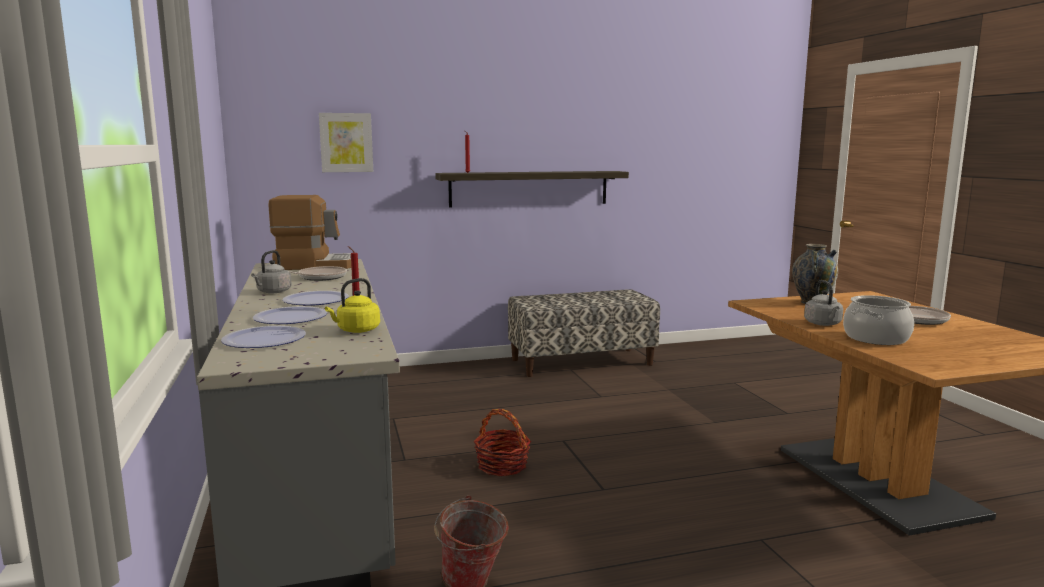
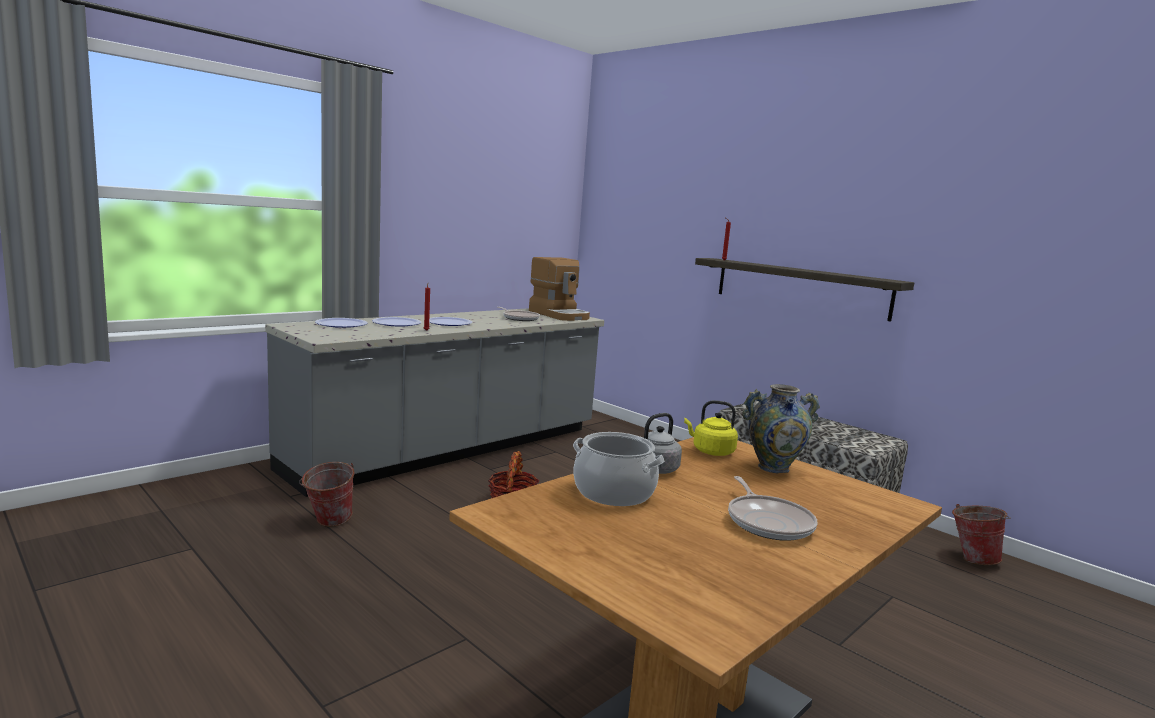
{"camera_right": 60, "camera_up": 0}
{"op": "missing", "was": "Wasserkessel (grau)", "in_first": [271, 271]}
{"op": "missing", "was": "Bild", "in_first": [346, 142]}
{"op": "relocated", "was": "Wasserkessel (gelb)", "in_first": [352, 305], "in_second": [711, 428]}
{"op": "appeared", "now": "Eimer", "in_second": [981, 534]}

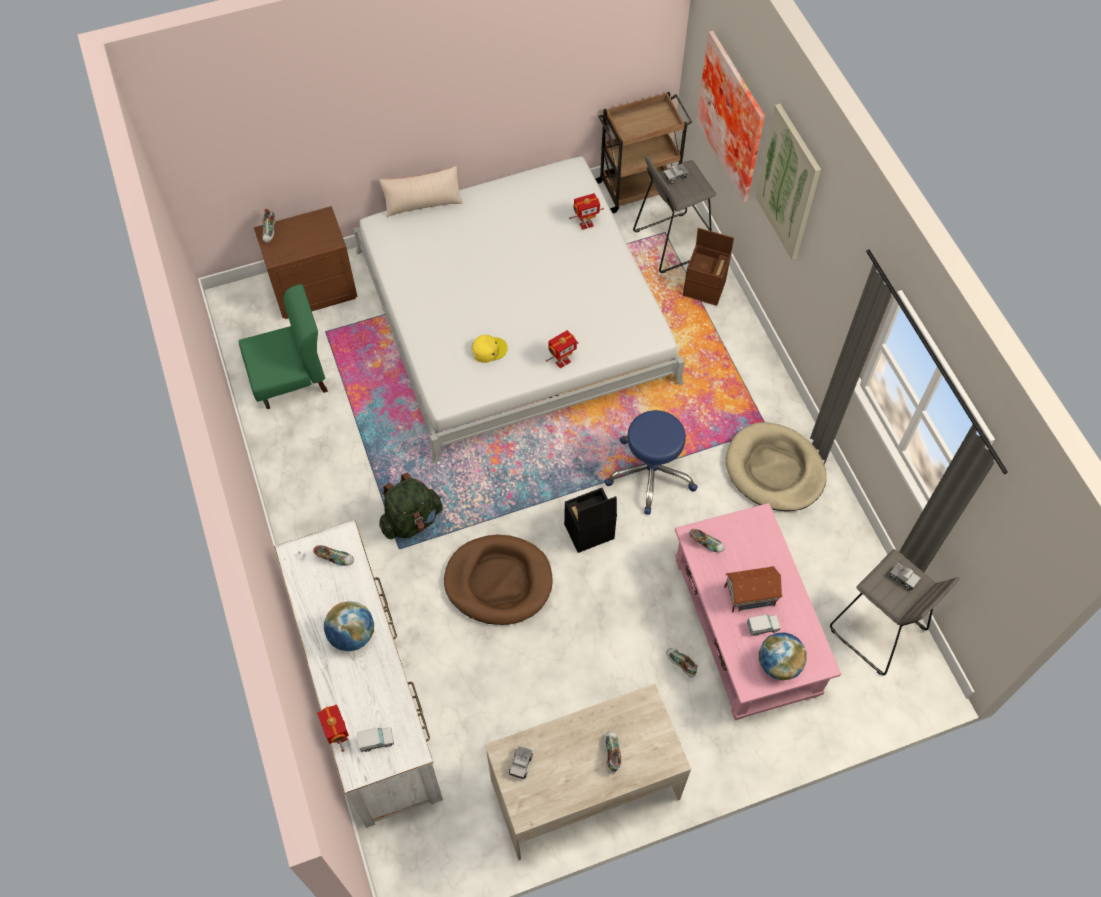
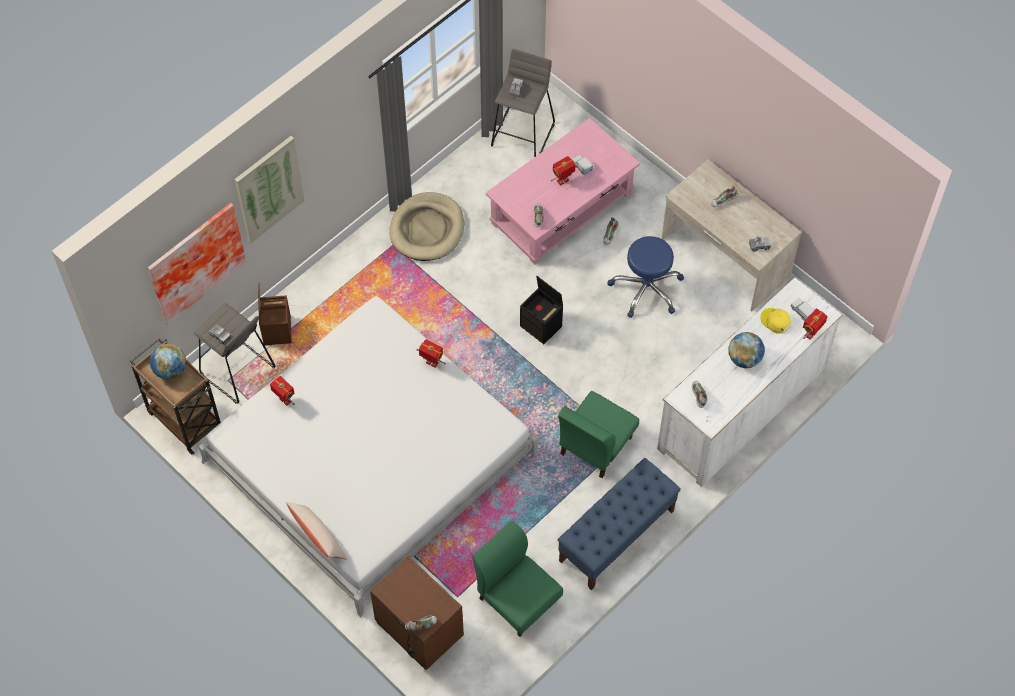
{"camera_right": -115, "camera_up": 0}
{"op": "exchanged", "was": "Rucksack (grün)", "now": "Stuhl (grün)", "in_first": [411, 505], "in_second": [598, 434]}
{"op": "missing", "was": "Hundebett (braun)", "in_first": [498, 580]}
{"op": "relocated", "was": "Kappe (gelb)", "in_first": [490, 349], "in_second": [776, 321]}
{"op": "relocated", "was": "Hocker (blau)", "in_first": [651, 462], "in_second": [645, 277]}
{"op": "exchanged", "was": "Spielzeughaus", "now": "Spielzeugroboter", "in_first": [753, 589], "in_second": [564, 170]}
{"op": "relocated", "was": "Globus", "in_first": [783, 656], "in_second": [168, 362]}
{"op": "appeared", "now": "Bank (blau)", "in_second": [619, 524]}

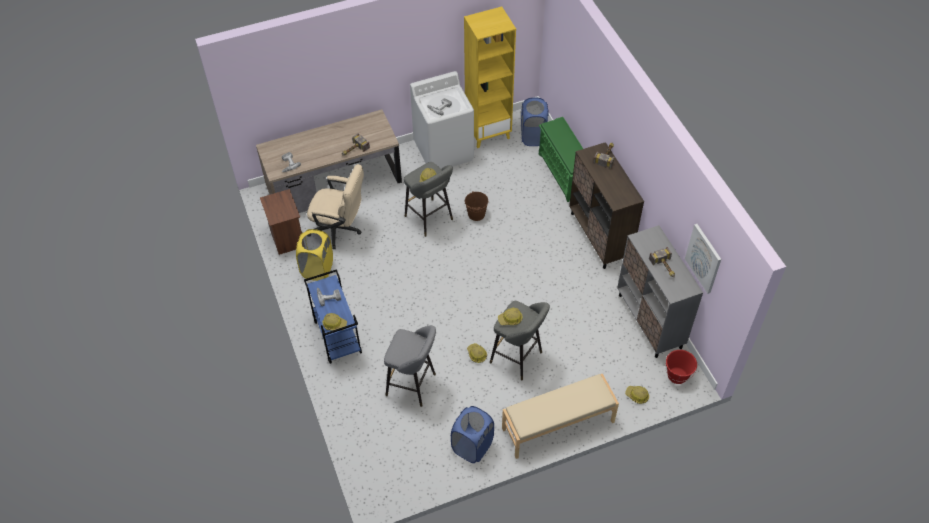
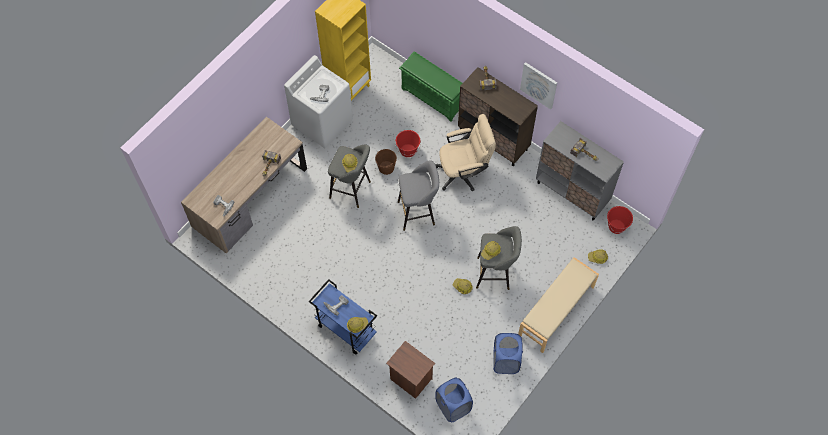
{"camera_right": -30, "camera_up": 10}
{"op": "relocated", "was": "Nachttisch (braun)", "in_first": [281, 222], "in_second": [410, 370]}
{"op": "missing", "was": "Wäschekorb (gelb)", "in_first": [314, 255]}
{"op": "relocated", "was": "Bürostuhl (beige)", "in_first": [335, 206], "in_second": [466, 152]}
{"op": "relocated", "was": "Hocker (grau)", "in_first": [410, 366], "in_second": [418, 196]}
{"op": "relocated", "was": "Wäschekorb (blau)", "in_first": [535, 122], "in_second": [454, 399]}
{"op": "relocated", "was": "Bild", "in_first": [703, 259], "in_second": [538, 86]}
{"op": "appeared", "now": "Eimer (rot)", "in_second": [408, 143]}

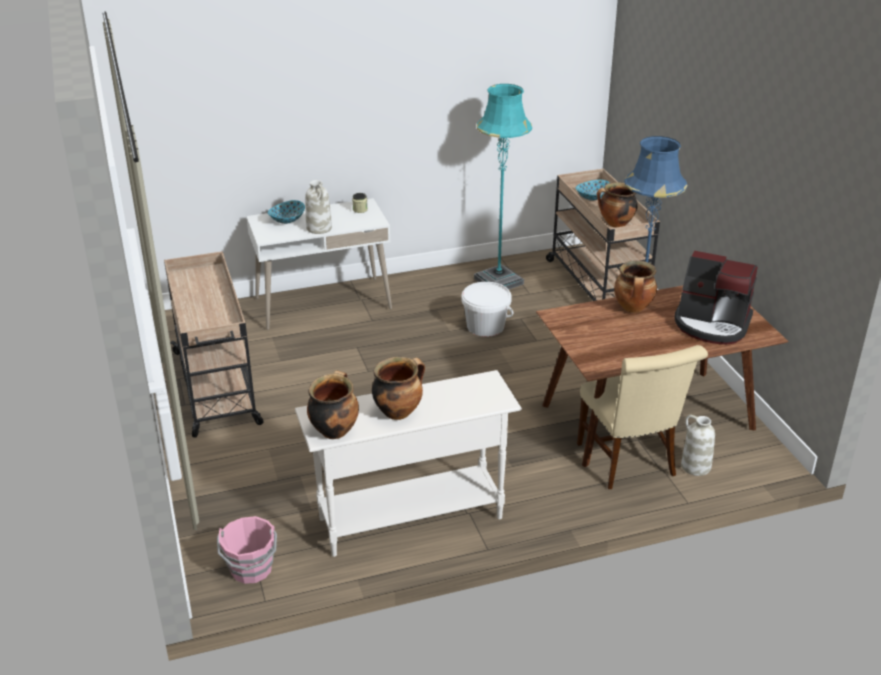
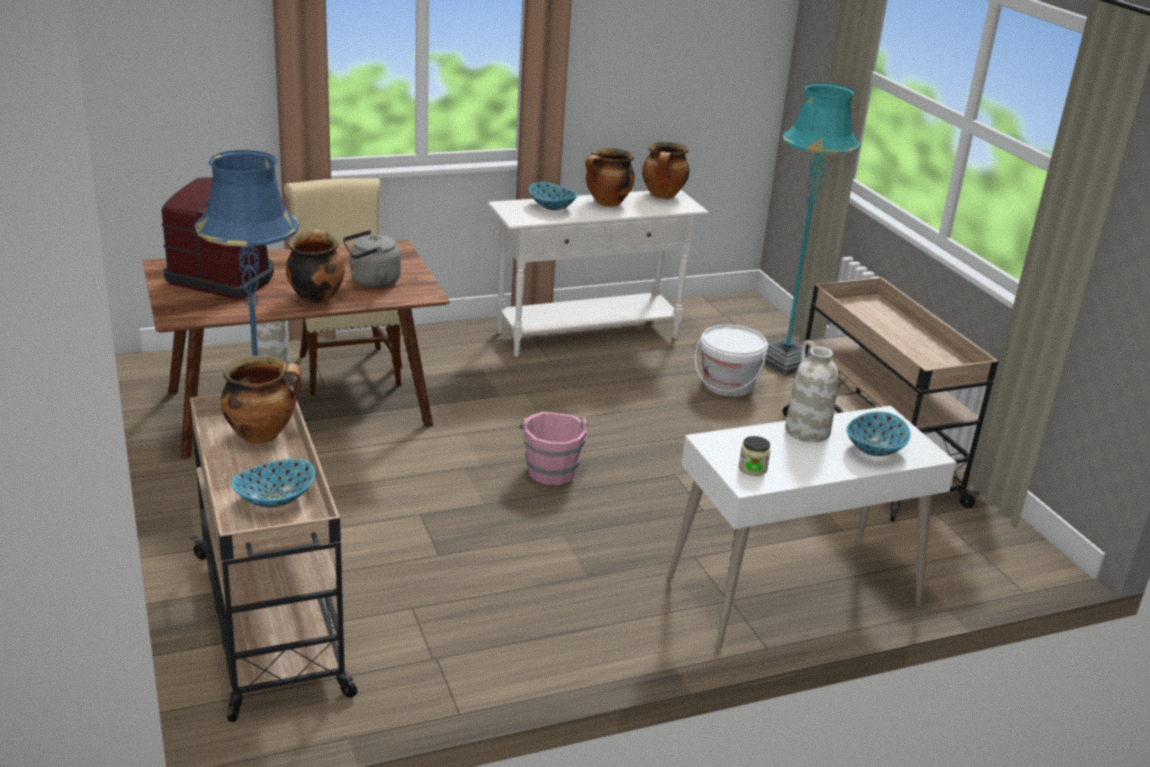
{"camera_right": 175, "camera_up": -5}
{"op": "relocated", "was": "Eimer (rosa)", "in_first": [247, 550], "in_second": [554, 448]}
{"op": "relocated", "was": "Eimer (weiß)", "in_first": [487, 309], "in_second": [731, 361]}
{"op": "relocated", "was": "Stehlampe (türkis)", "in_first": [503, 187], "in_second": [810, 229]}
{"op": "appeared", "now": "Wasserkessel (grau)", "in_second": [372, 259]}
{"op": "appeared", "now": "Schüssel", "in_second": [553, 196]}

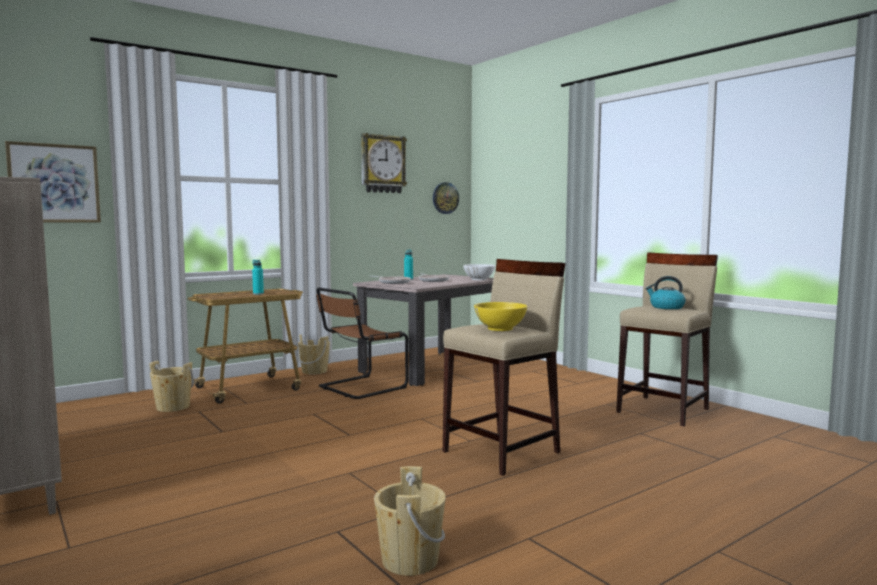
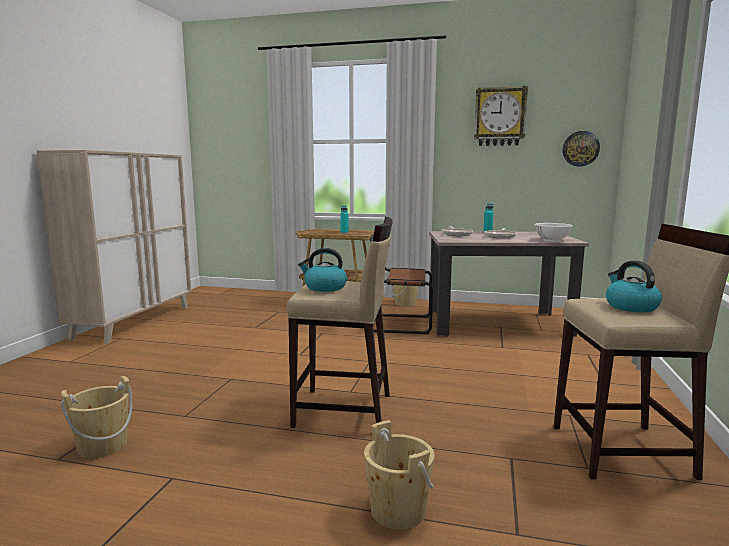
{"camera_right": 50, "camera_up": 5}
{"op": "missing", "was": "Bild", "in_first": [53, 182]}
{"op": "relocated", "was": "Eimer (beige)", "in_first": [172, 386], "in_second": [399, 475]}
{"op": "exchanged", "was": "Schüssel (gelb)", "now": "Wasserkessel", "in_first": [500, 316], "in_second": [322, 270]}

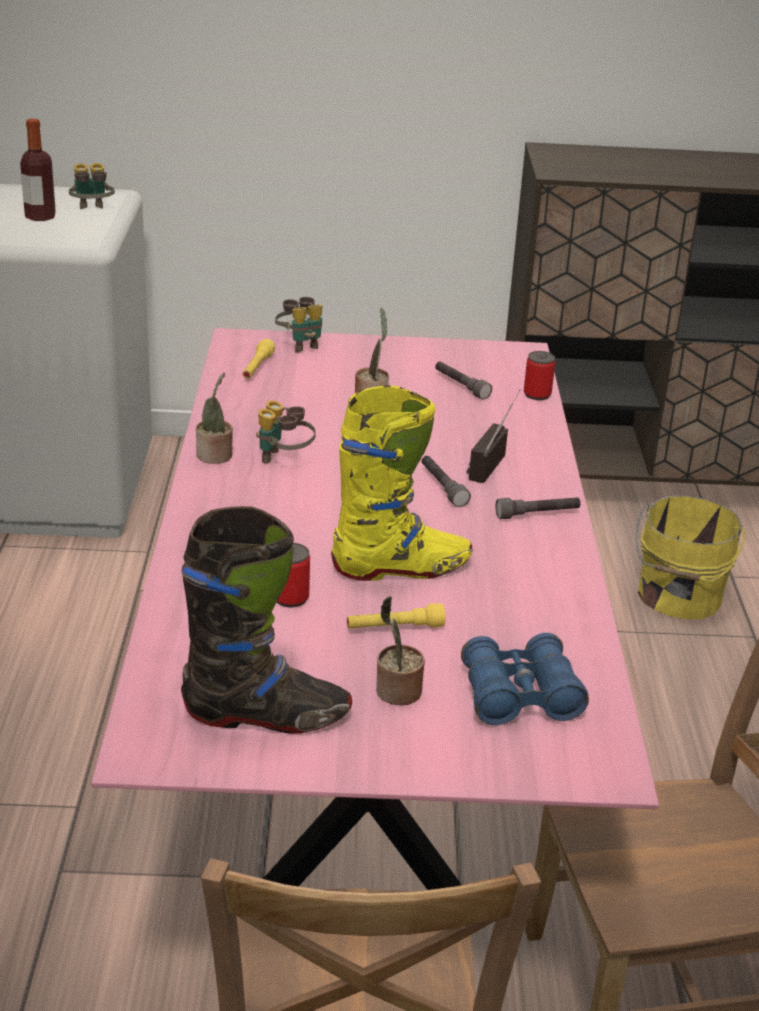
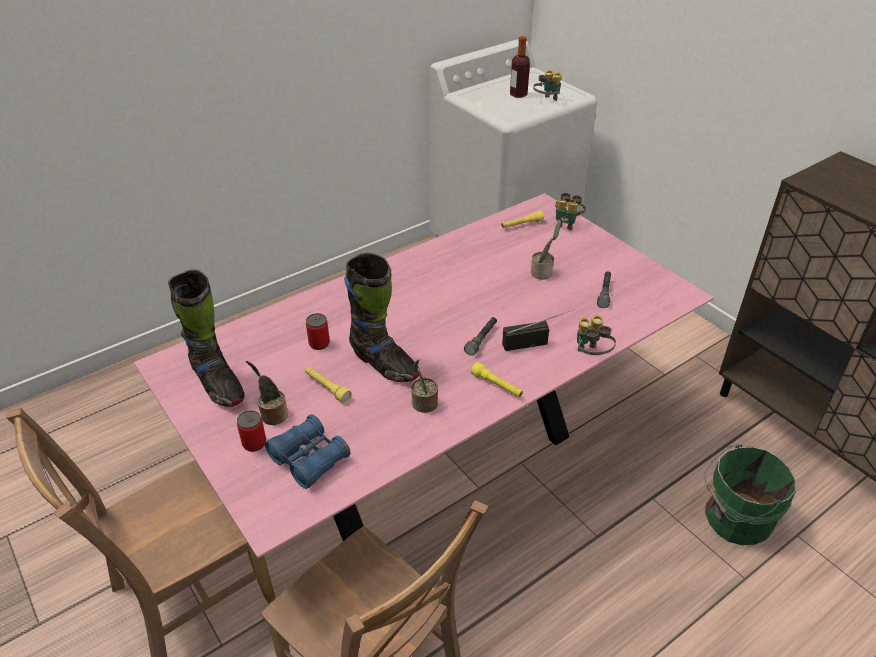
{"camera_right": 55, "camera_up": 10}
{"op": "relocated", "was": "Topfpflanze", "in_first": [214, 418], "in_second": [424, 386]}
{"op": "relocated", "was": "Fernglas", "in_first": [286, 432], "in_second": [596, 335]}
{"op": "colour", "was": "Stiefel (gelb)", "now": "Stiefel (schwarz)", "in_first": [401, 483], "in_second": [381, 317]}
{"op": "colour", "was": "Taschenlampe (grau)", "now": "Taschenlampe (gelb)", "in_first": [538, 508], "in_second": [497, 379]}
{"op": "relocated", "was": "Dose", "in_first": [539, 375], "in_second": [251, 431]}
{"op": "colour", "was": "Eimer (gelb)", "now": "Eimer (grün)", "in_first": [690, 558], "in_second": [750, 494]}

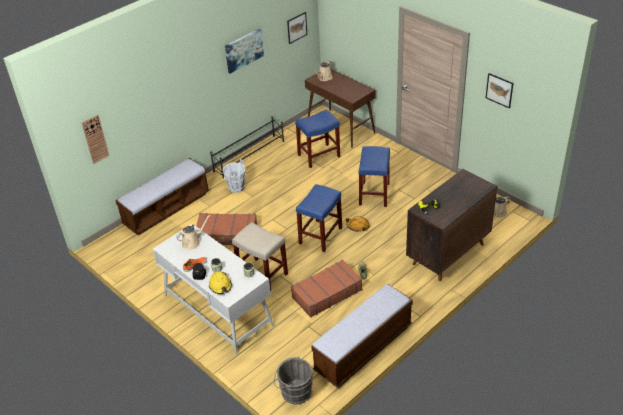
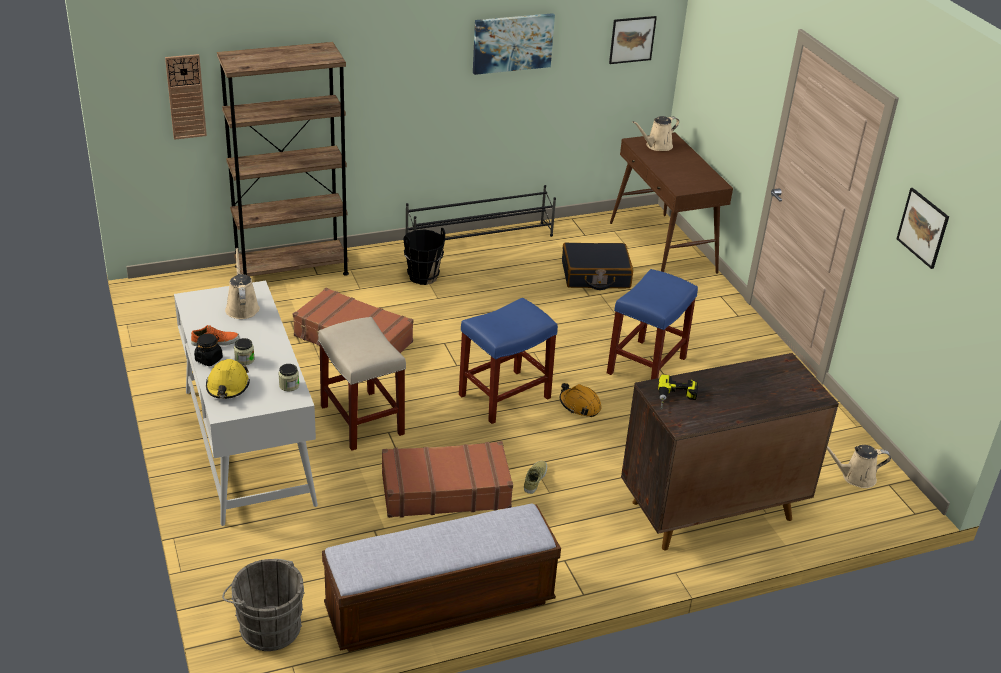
{"camera_right": 20, "camera_up": -5}
{"op": "exchanged", "was": "Bank", "now": "Bücherregal (braun)", "in_first": [162, 196], "in_second": [283, 159]}
{"op": "spun", "was": "Gießkanne (beige)", "in_first": [193, 232], "in_second": [242, 283], "clockwise": -90}
{"op": "colour", "was": "Eimer (weiß)", "now": "Eimer (schwarz)", "in_first": [234, 176], "in_second": [424, 256]}
{"op": "exchanged", "was": "Hocker (blau)", "now": "Koffer (schwarz)", "in_first": [317, 138], "in_second": [597, 266]}

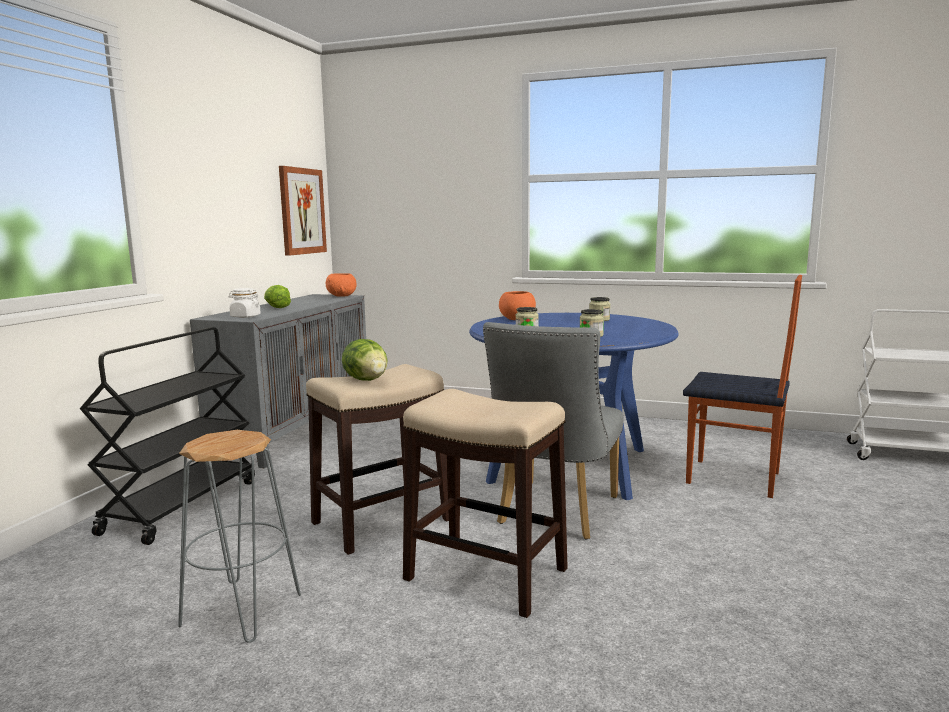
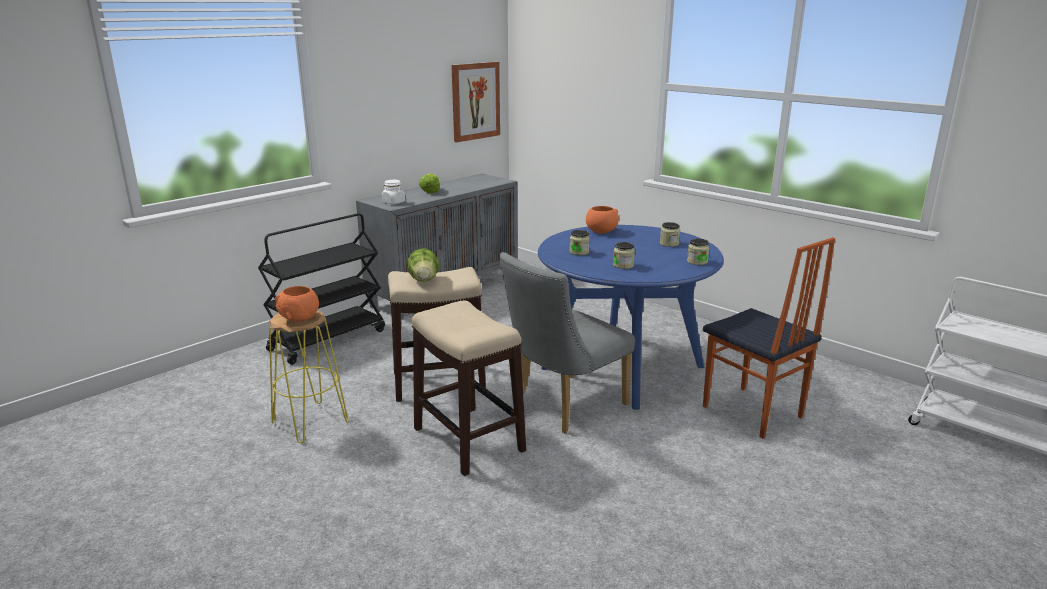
{"camera_right": 25, "camera_up": 10}
{"op": "colour", "was": "Hocker (grau)", "now": "Hocker (gelb)", "in_first": [239, 536], "in_second": [308, 376]}
{"op": "relocated", "was": "Schüssel (orange)", "in_first": [341, 285], "in_second": [297, 303]}
{"op": "appeared", "now": "Vorratsglas", "in_second": [698, 252]}

